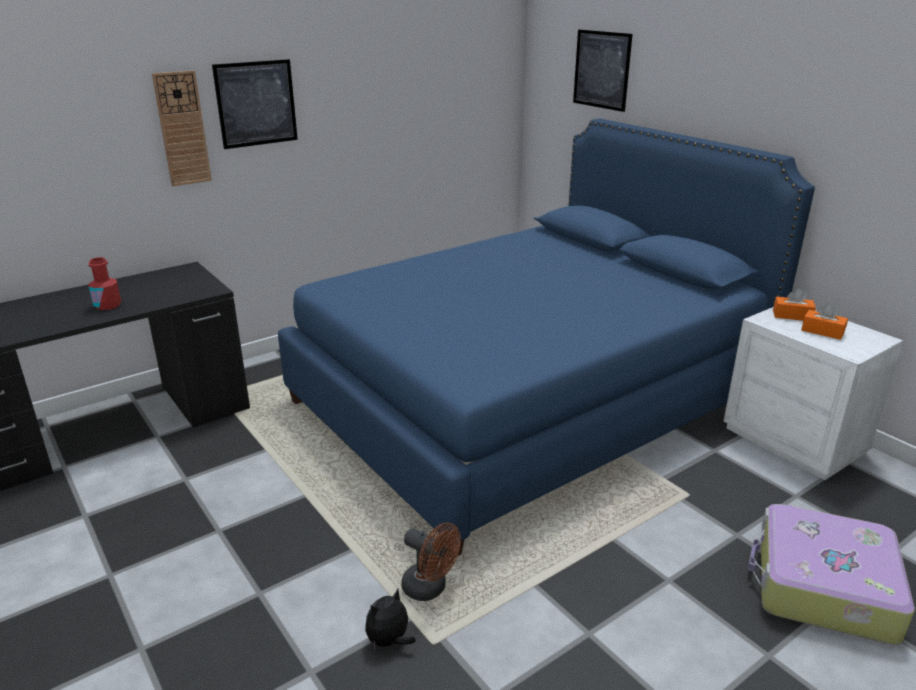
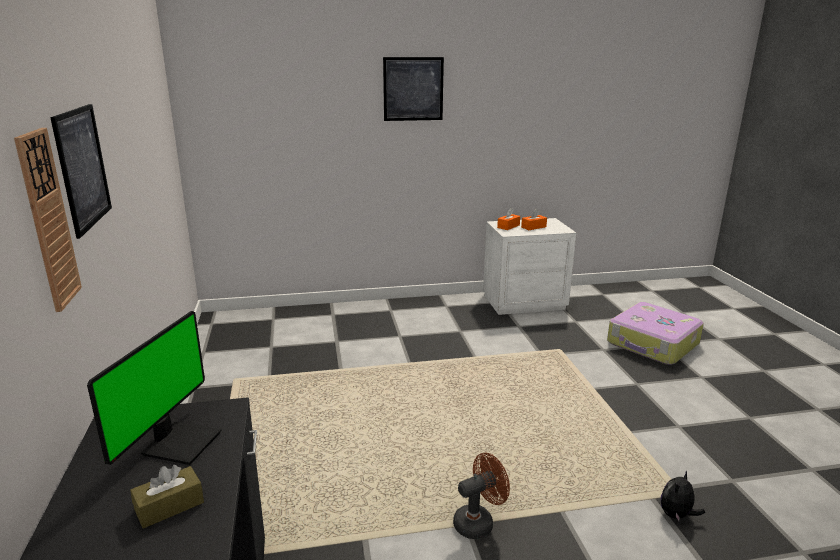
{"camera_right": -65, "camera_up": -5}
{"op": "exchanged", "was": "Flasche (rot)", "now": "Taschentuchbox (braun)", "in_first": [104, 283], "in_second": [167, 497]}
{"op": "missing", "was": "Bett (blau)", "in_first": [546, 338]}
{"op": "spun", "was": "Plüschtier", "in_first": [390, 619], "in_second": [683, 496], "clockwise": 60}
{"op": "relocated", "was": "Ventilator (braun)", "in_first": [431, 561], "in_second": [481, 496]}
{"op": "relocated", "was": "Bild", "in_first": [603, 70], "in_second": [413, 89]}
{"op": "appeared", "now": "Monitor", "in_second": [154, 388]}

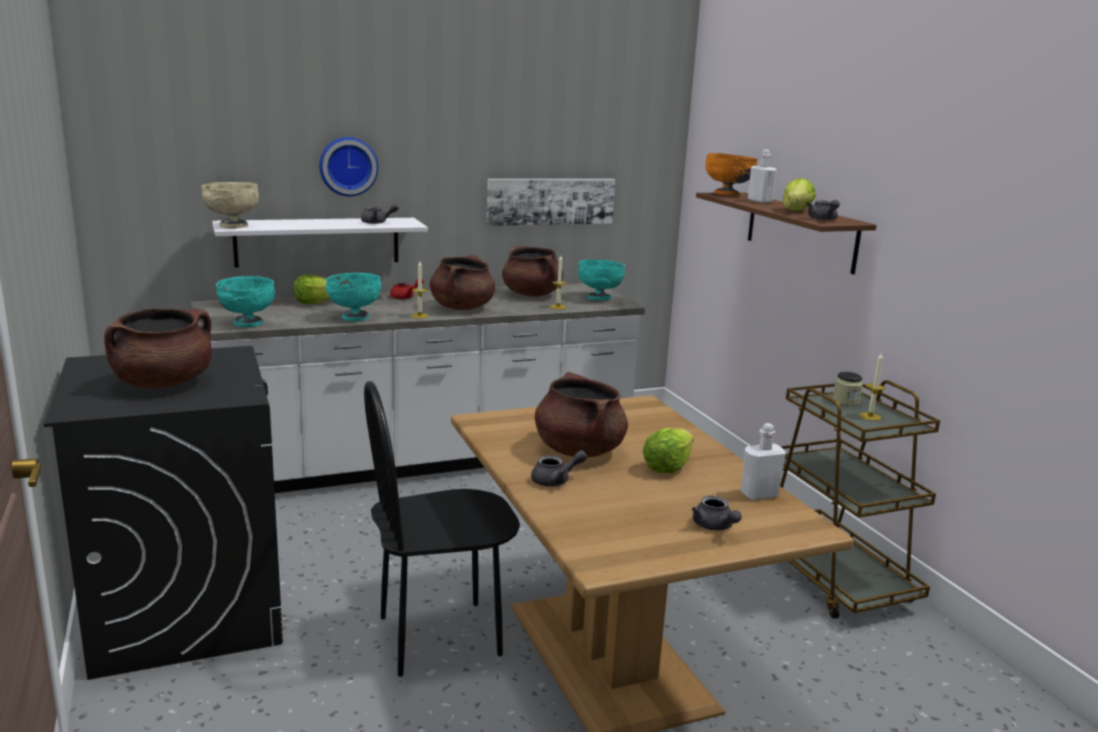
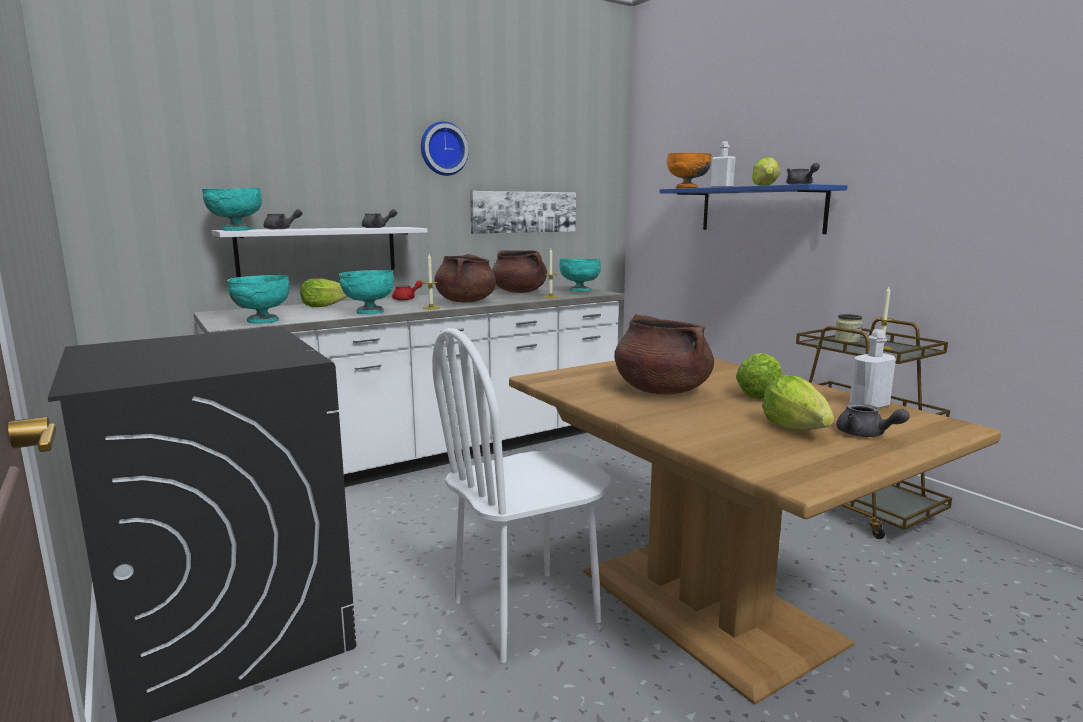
{"camera_right": -10, "camera_up": -5}
{"op": "missing", "was": "Kochtopf (braun)", "in_first": [158, 348]}
{"op": "colour", "was": "Schüssel (beige)", "now": "Schüssel (türkis)", "in_first": [230, 205], "in_second": [232, 209]}
{"op": "relocated", "was": "Wanduhr", "in_first": [348, 166], "in_second": [445, 148]}
{"op": "colour", "was": "Stuhl (schwarz)", "now": "Stuhl (weiß)", "in_first": [442, 529], "in_second": [522, 495]}
{"op": "relocated", "was": "Teekanne (grau)", "in_first": [559, 468], "in_second": [283, 219]}
{"op": "colour", "was": "Wandregal (braun)", "now": "Wandregal (blau)", "in_first": [786, 233], "in_second": [754, 209]}
{"op": "appeared", "now": "Salatkopf", "in_second": [798, 402]}

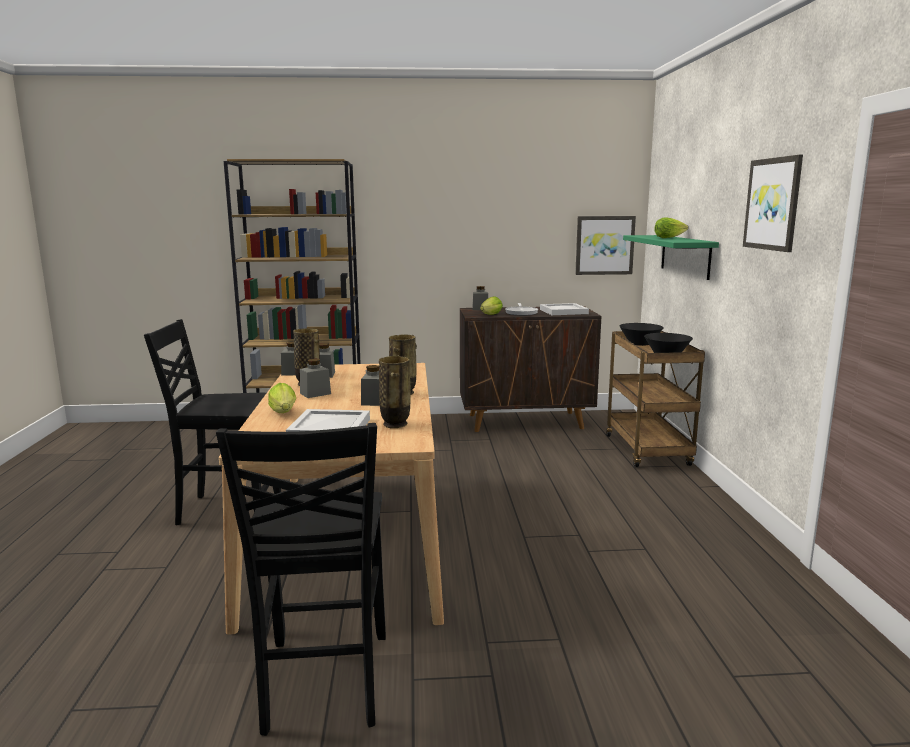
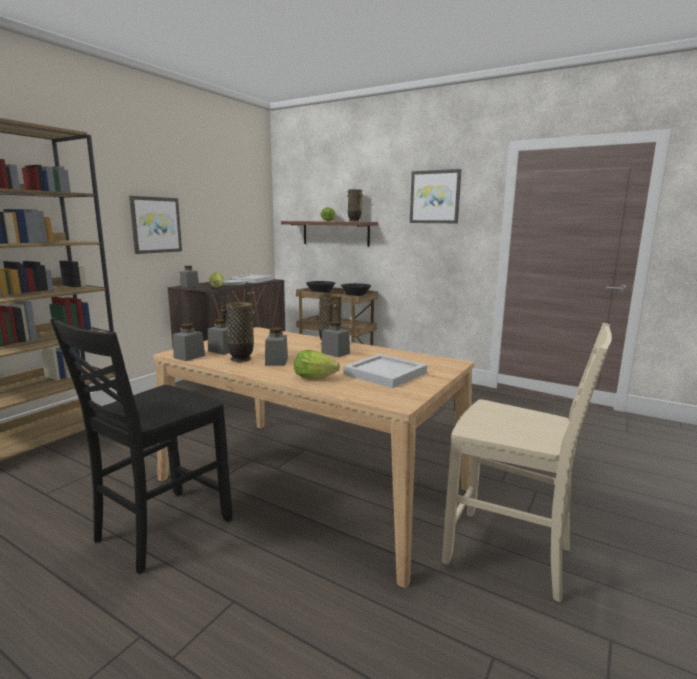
{"camera_right": -55, "camera_up": 0}
{"op": "colour", "was": "Stuhl (schwarz)", "now": "Stuhl (beige)", "in_first": [301, 579], "in_second": [527, 462]}
{"op": "relocated", "was": "Vase", "in_first": [395, 392], "in_second": [355, 205]}
{"op": "relocated", "was": "Bild", "in_first": [605, 245], "in_second": [155, 225]}
{"op": "colour", "was": "Wandregal (grün)", "now": "Wandregal (braun)", "in_first": [671, 257], "in_second": [329, 234]}

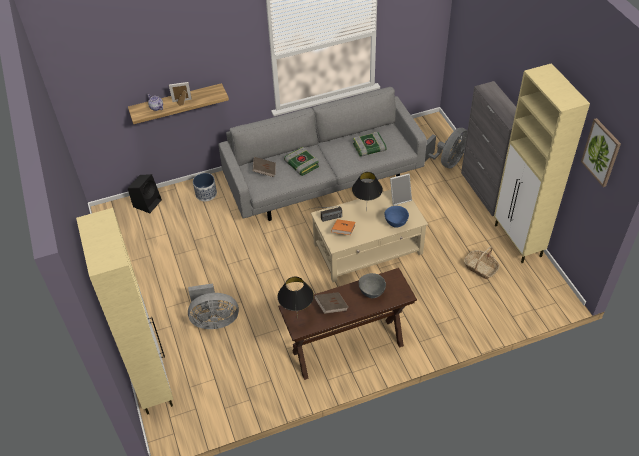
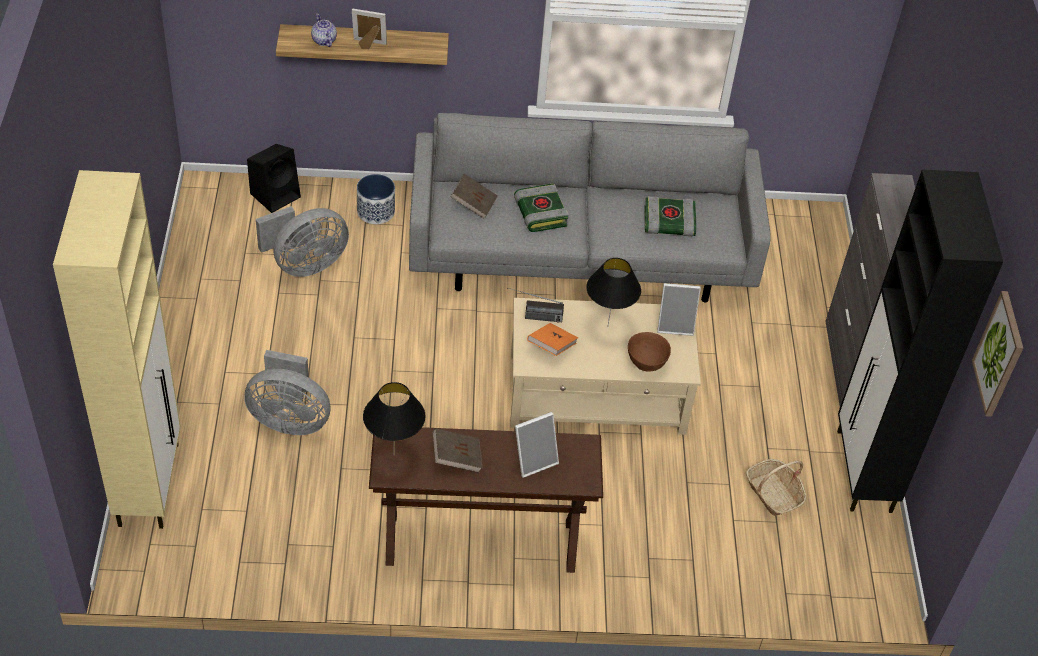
{"camera_right": 15, "camera_up": 0}
{"op": "exchanged", "was": "Schüssel (grau)", "now": "Bilderrahmen", "in_first": [372, 285], "in_second": [537, 445]}
{"op": "colour", "was": "Schüssel (blau)", "now": "Schüssel (braun)", "in_first": [396, 216], "in_second": [649, 352]}
{"op": "relocated", "was": "Ventilator (grau)", "in_first": [446, 148], "in_second": [302, 241]}
{"op": "colour", "was": "Schrank (beige)", "now": "Schrank (schwarz)", "in_first": [542, 163], "in_second": [920, 341]}

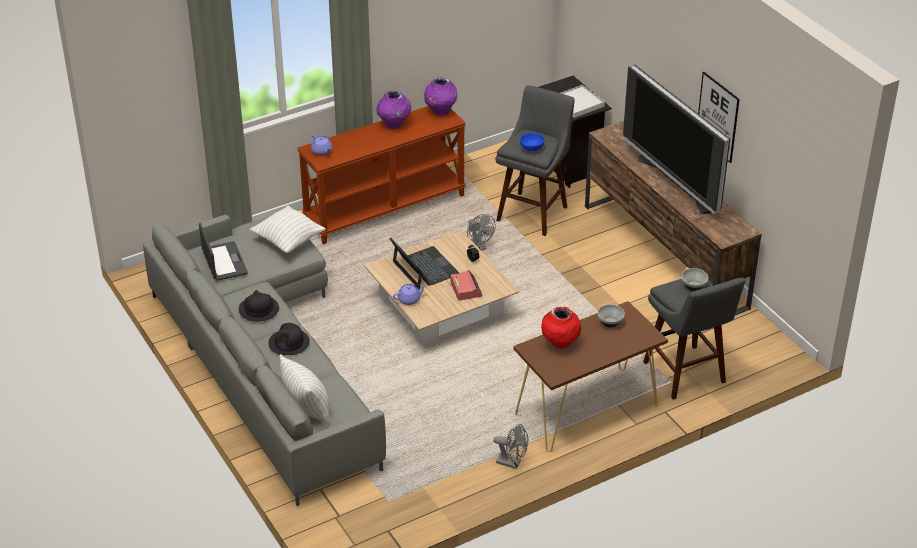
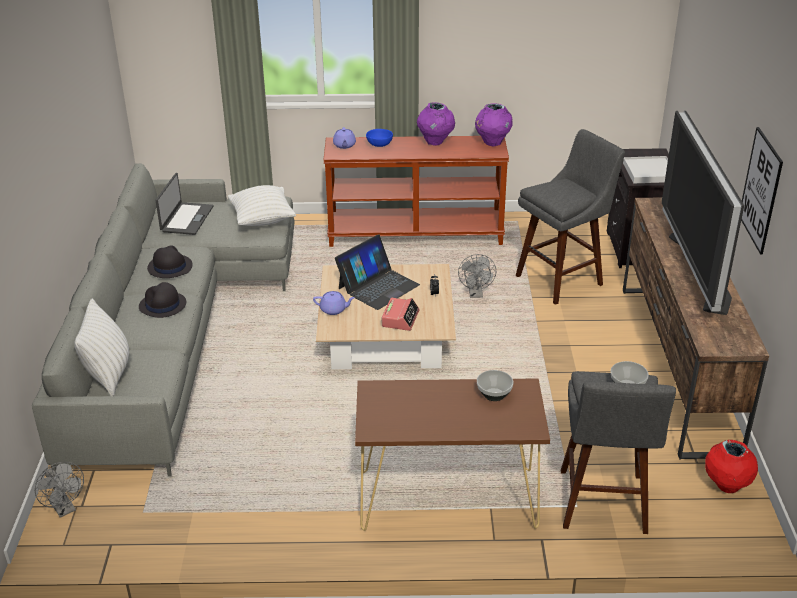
{"camera_right": 30, "camera_up": -5}
{"op": "spun", "was": "Laptop", "in_first": [424, 264], "in_second": [377, 272], "clockwise": 45}
{"op": "relocated", "was": "Ventilator (grau)", "in_first": [510, 446], "in_second": [59, 490]}
{"op": "relocated", "was": "Schüssel (blau)", "in_first": [532, 142], "in_second": [379, 138]}
{"op": "relocated", "was": "Vase (rot)", "in_first": [561, 328], "in_second": [731, 466]}

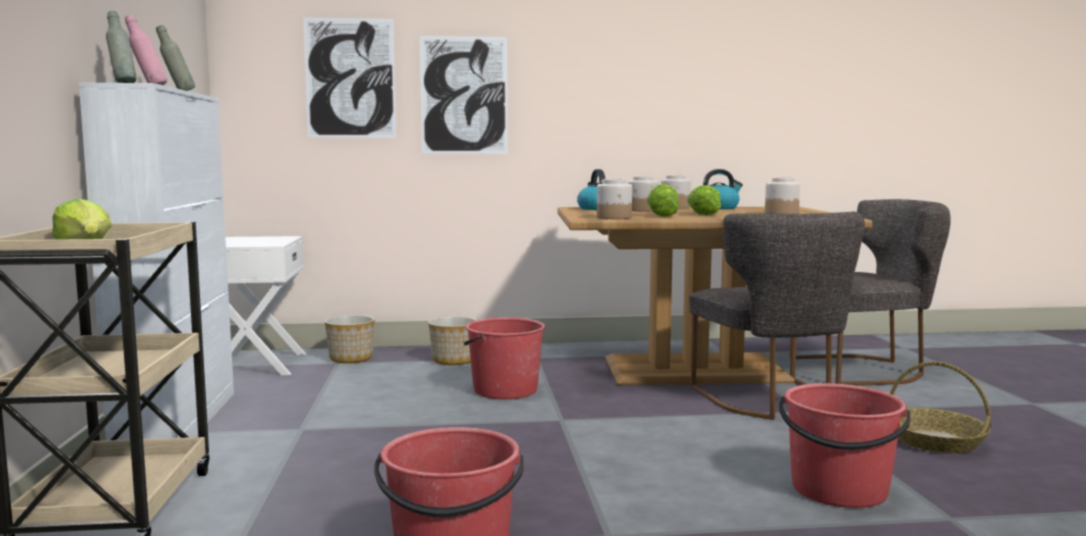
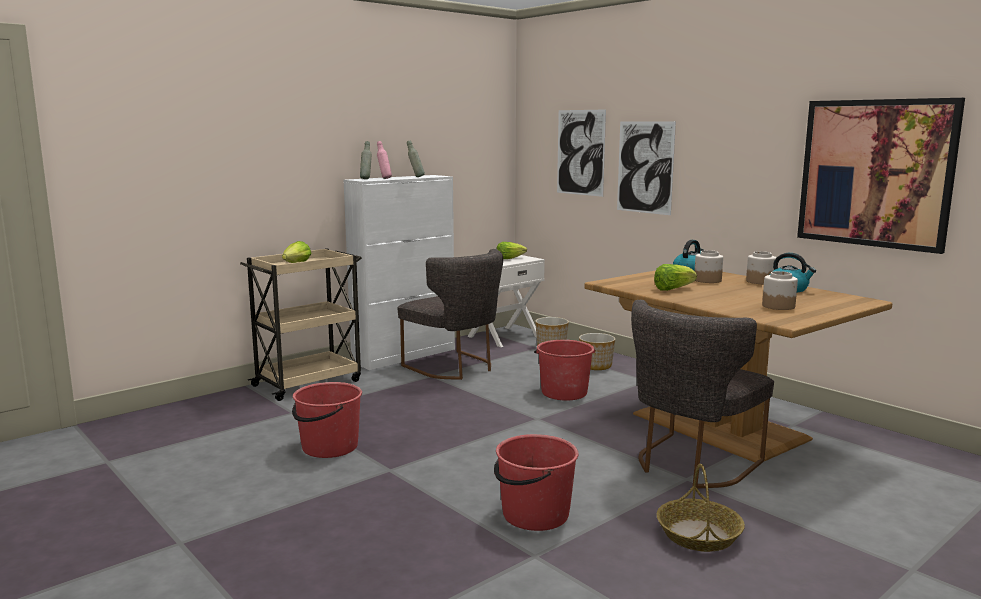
{"camera_right": 55, "camera_up": 5}
{"op": "missing", "was": "Vorratsglas", "in_first": [614, 199]}
{"op": "relocated", "was": "Salatkopf", "in_first": [704, 200], "in_second": [511, 250]}
{"op": "relocated", "was": "Stuhl (grau)", "in_first": [870, 292], "in_second": [450, 314]}
{"op": "appeared", "now": "Bild", "in_second": [881, 176]}

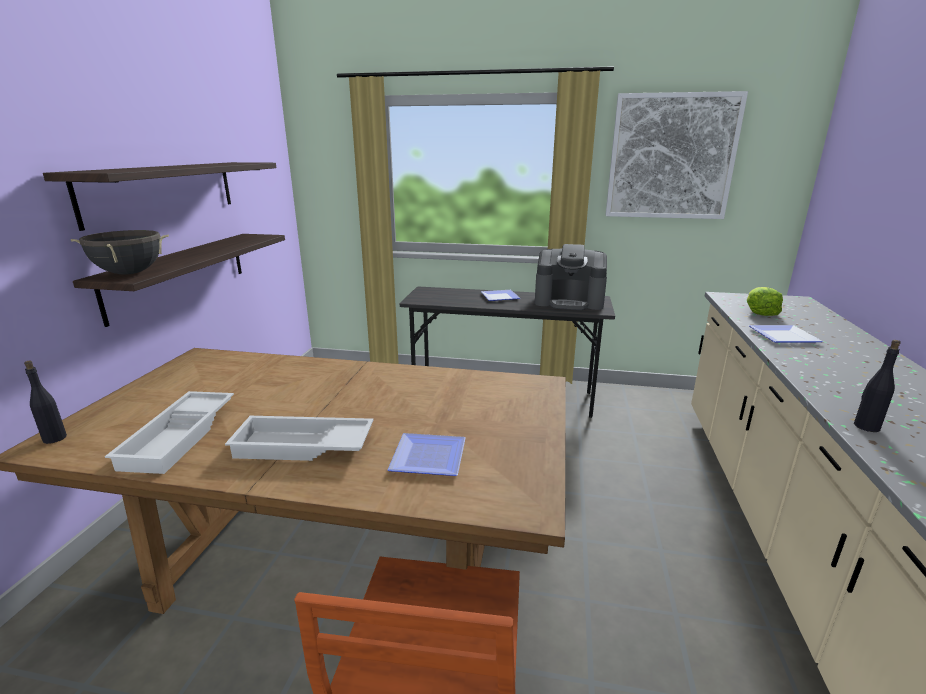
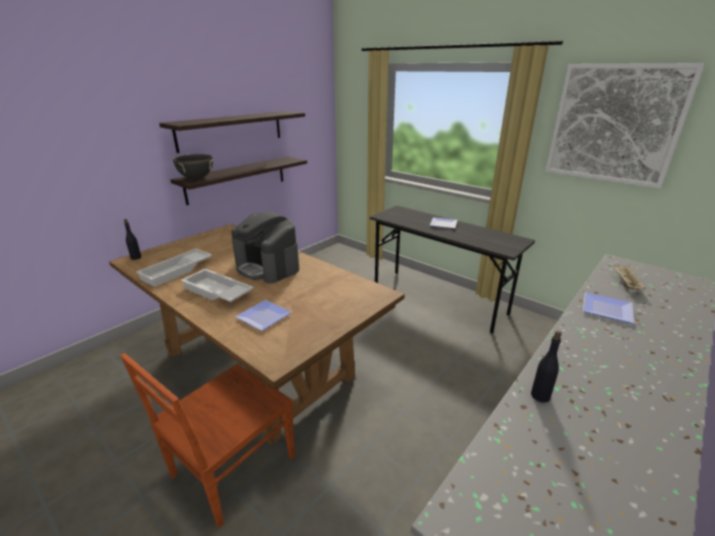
{"camera_right": 30, "camera_up": 5}
{"op": "relocated", "was": "Kaffeemaschine", "in_first": [571, 277], "in_second": [265, 247]}
{"op": "exchanged", "was": "Salatkopf", "now": "Tablett (beige)", "in_first": [765, 301], "in_second": [630, 277]}

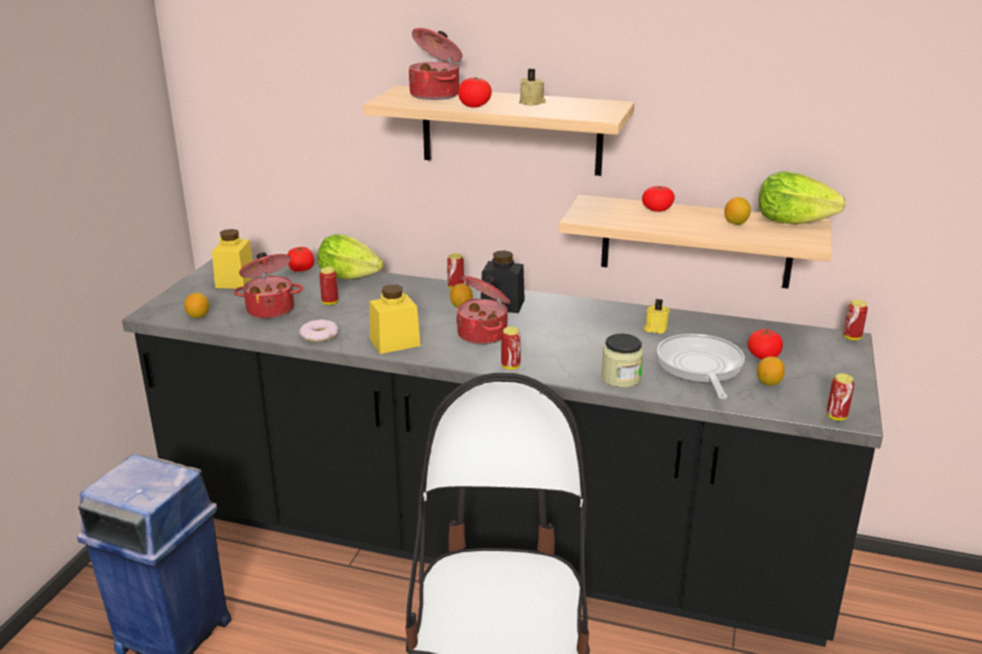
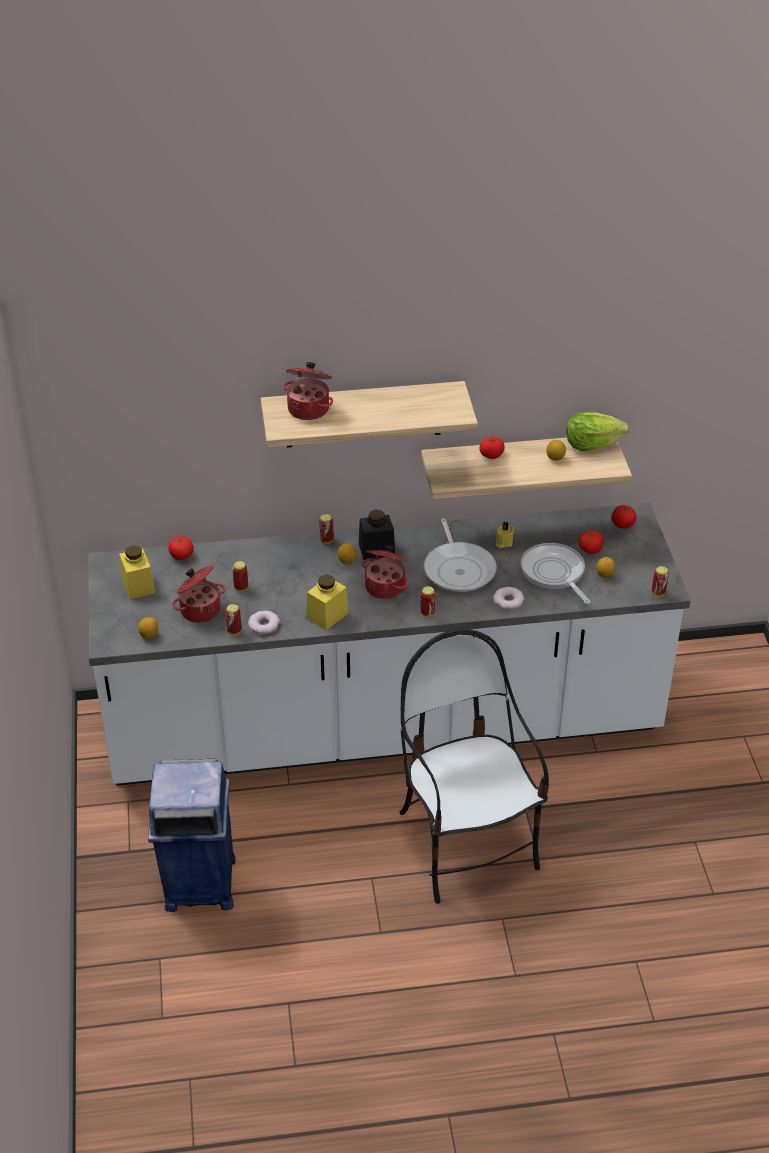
{"camera_right": -25, "camera_up": 15}
{"op": "colour", "was": "Küchenzeile (schwarz)", "now": "Küchenzeile (weiß)", "in_first": [502, 451], "in_second": [389, 644]}
{"op": "missing", "was": "Salatkopf", "in_first": [350, 256]}
{"op": "relocated", "was": "Tomate", "in_first": [475, 92], "in_second": [624, 517]}
{"op": "missing", "was": "Kerze (beige)", "in_first": [532, 87]}
{"op": "exchanged", "was": "Vorratsglas", "now": "Donut", "in_first": [622, 361], "in_second": [508, 598]}
{"op": "relocated", "was": "Dose", "in_first": [855, 320], "in_second": [233, 619]}
{"op": "appeared", "now": "Pfanne", "in_second": [460, 555]}

